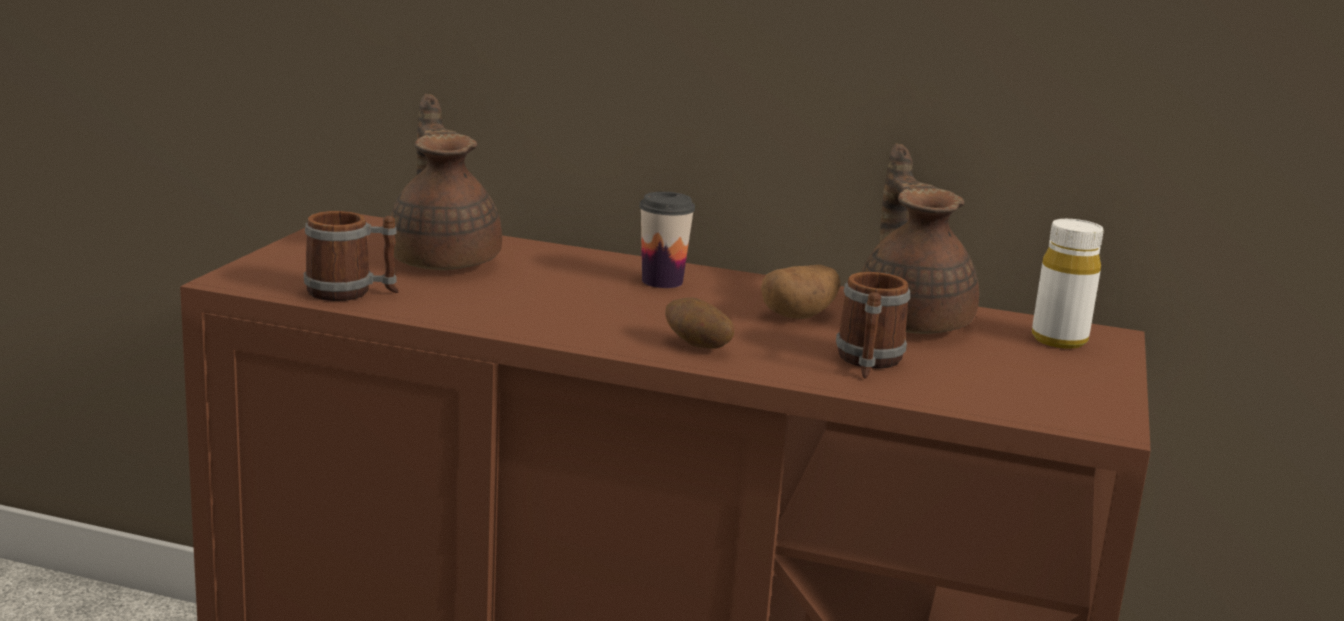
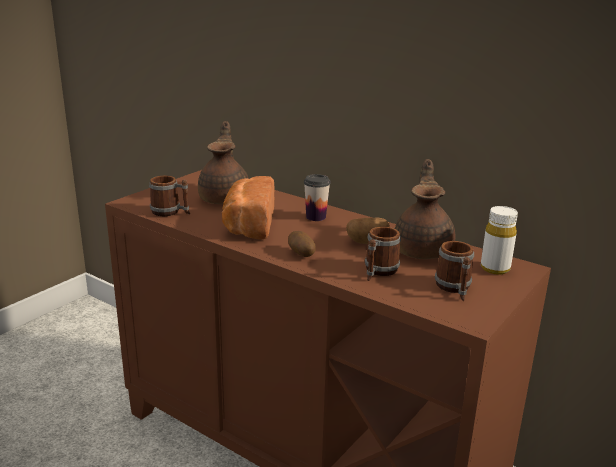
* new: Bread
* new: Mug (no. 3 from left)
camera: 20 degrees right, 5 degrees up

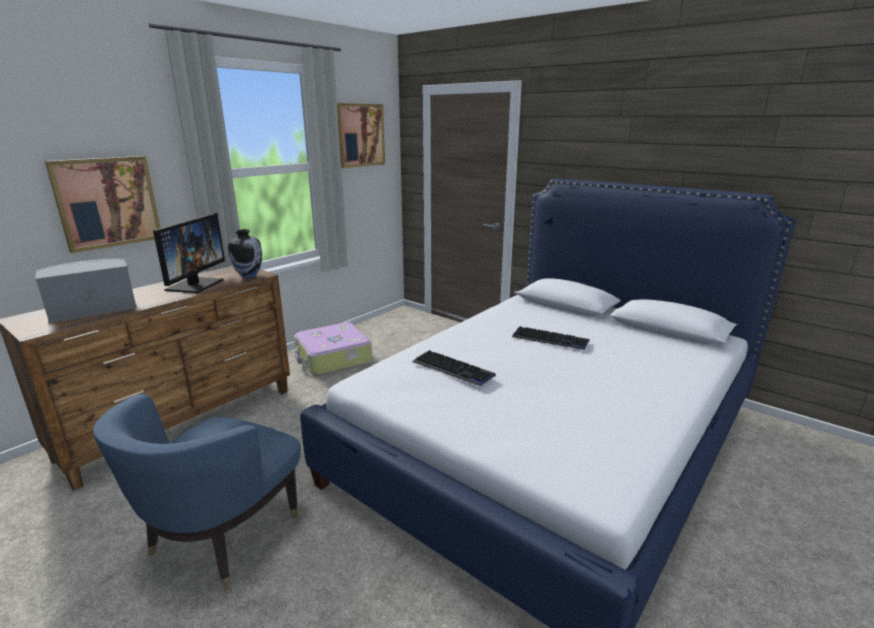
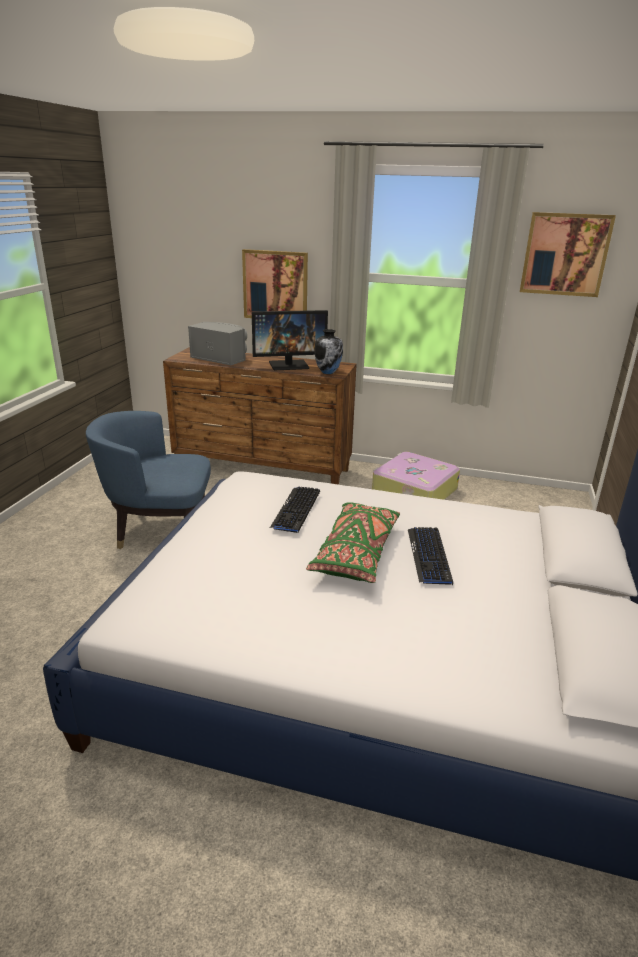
* new: GreenPillow
camera: 65 degrees right, 5 degrees up

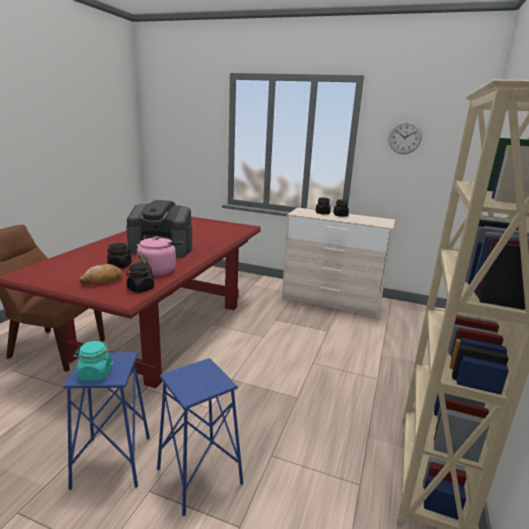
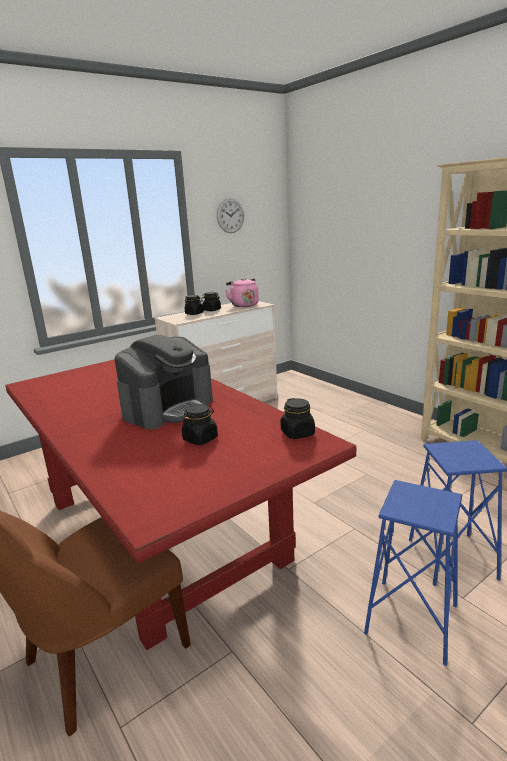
* gone: TurquoiseJar
* gone: Bread
* shifted: PinkKettle
camera: 55 degrees left, 0 degrees up

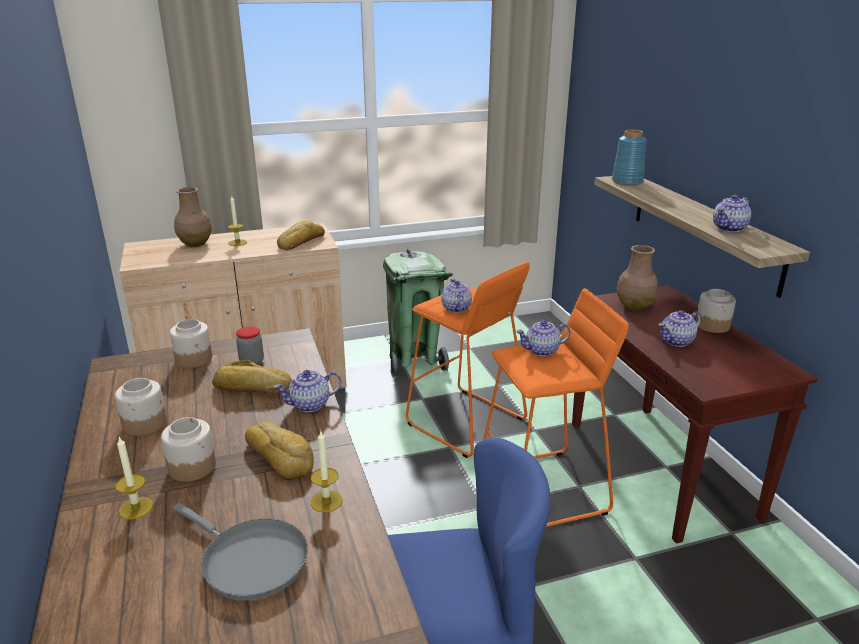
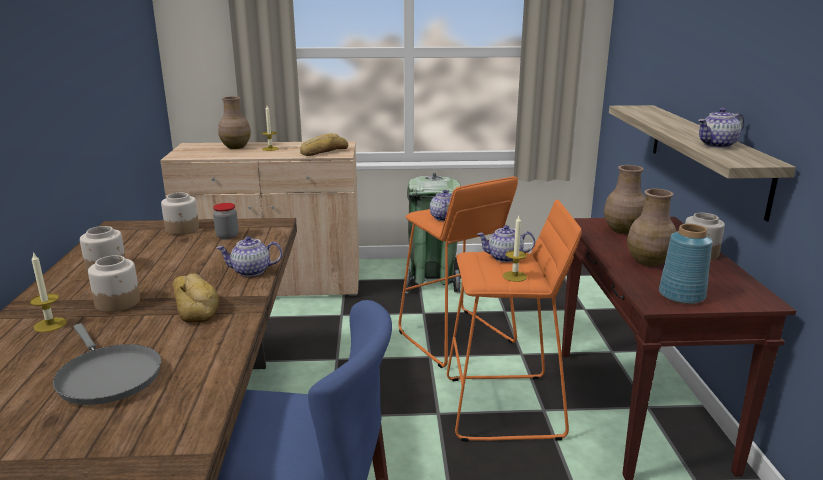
* gone: Bread (no. 1 from left)
* shifted: Candle (no. 3 from left)
* shifted: BlueVase
* swapped: Teapot (no. 4 from left) to BrownVase (no. 3 from left)
camera: 15 degrees right, 5 degrees down

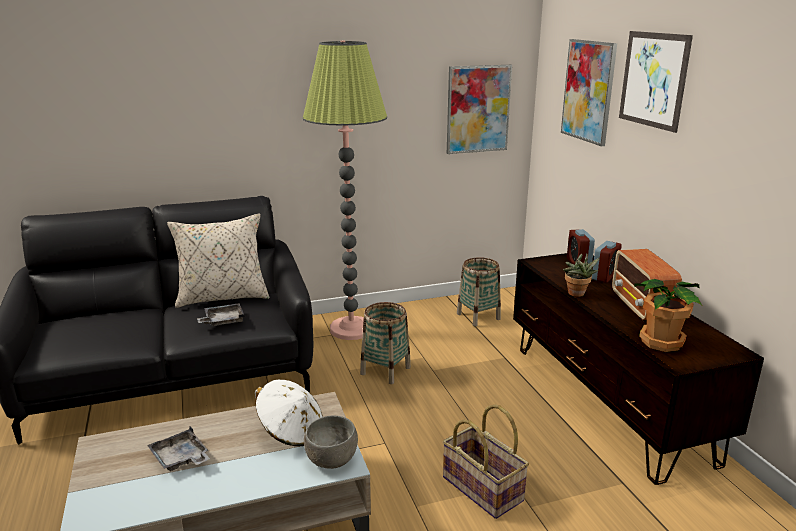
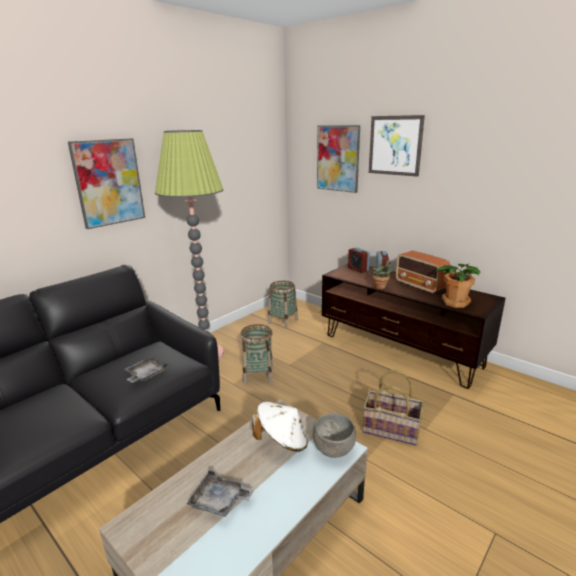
* gone: BeigePillow
* shifted: Picture (no. 1 from left)
camera: 30 degrees left, 0 degrees up

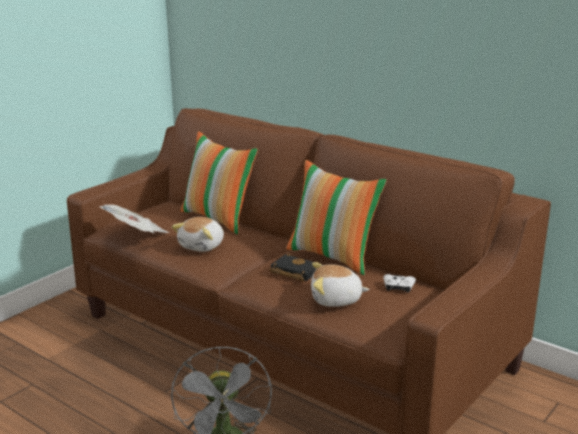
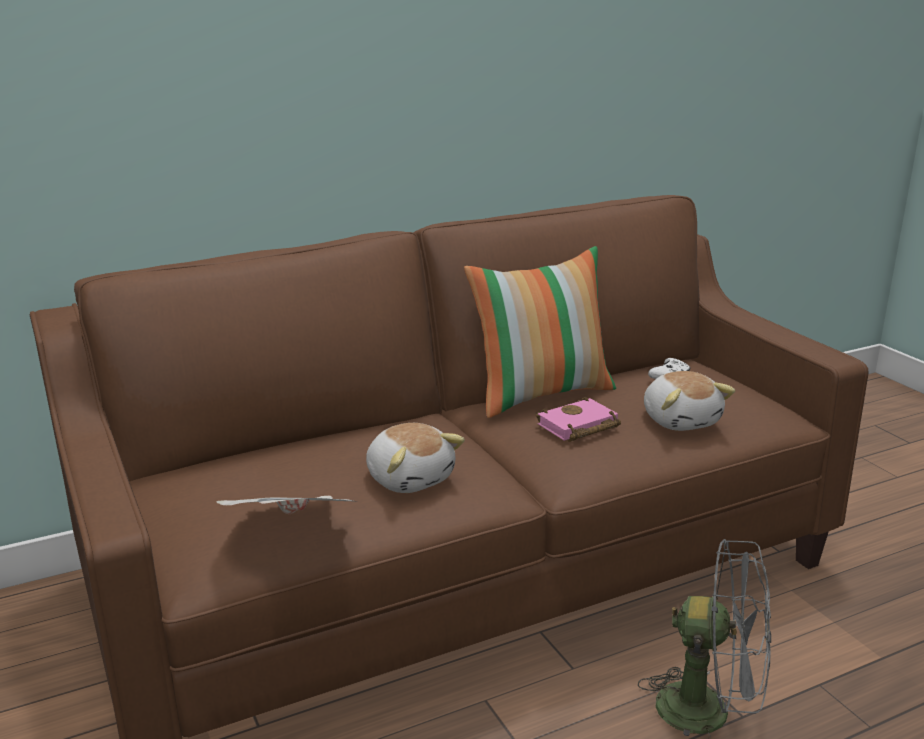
* gone: Pillow (no. 1 from left)
* repainted: BlackBook to PinkBook
* rotated: PlushToy (no. 2 from left) 45 degrees counterclockwise
camera: 65 degrees left, 0 degrees up

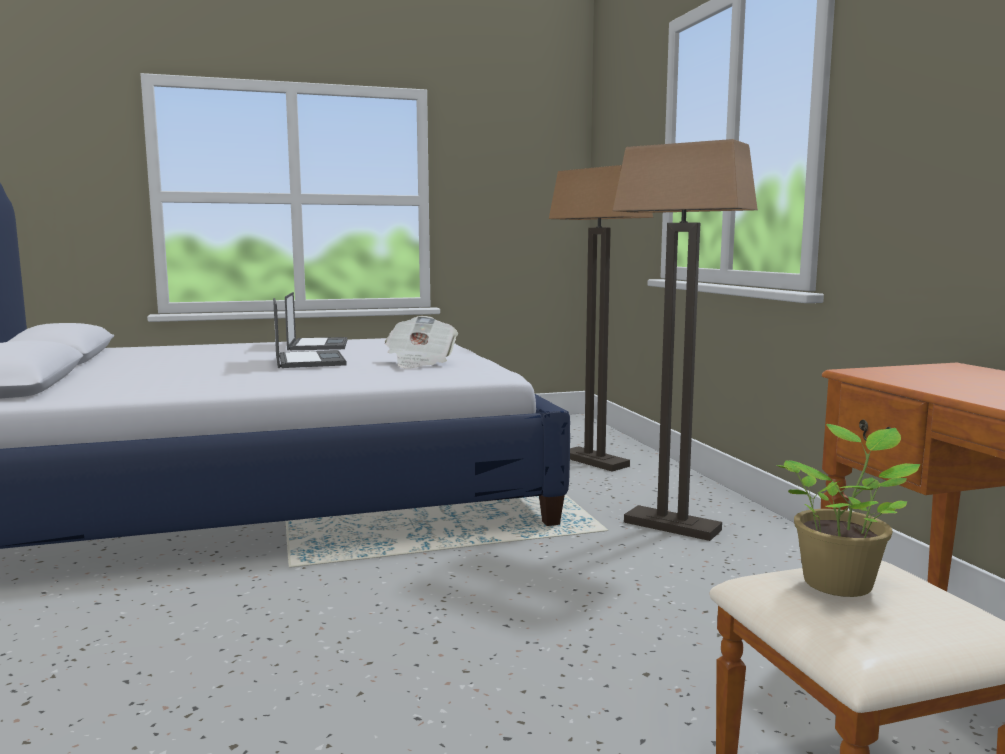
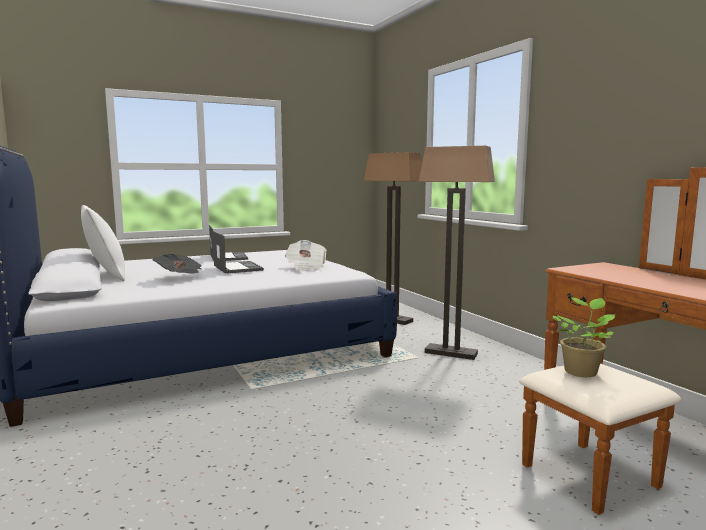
* new: WhitePillow
* new: Newspaper (no. 1 from left)
camera: 10 degrees left, 0 degrees up

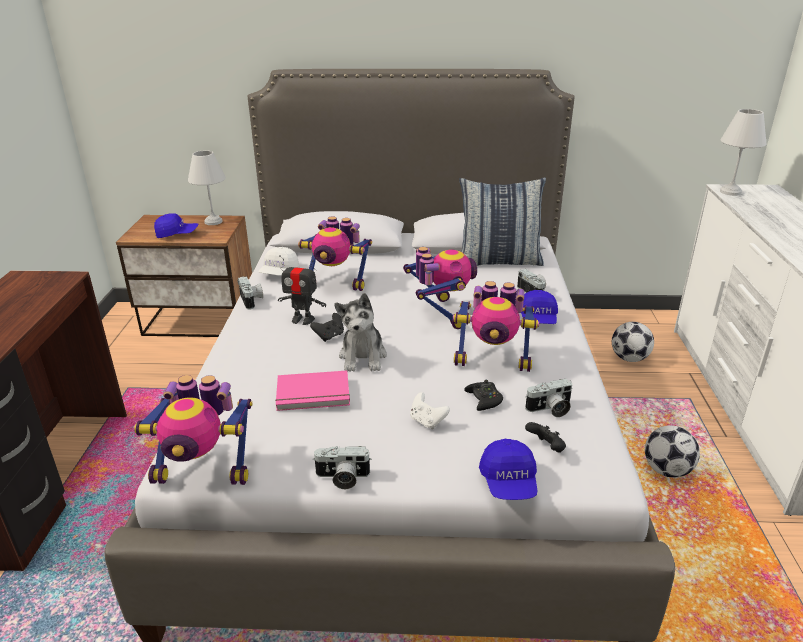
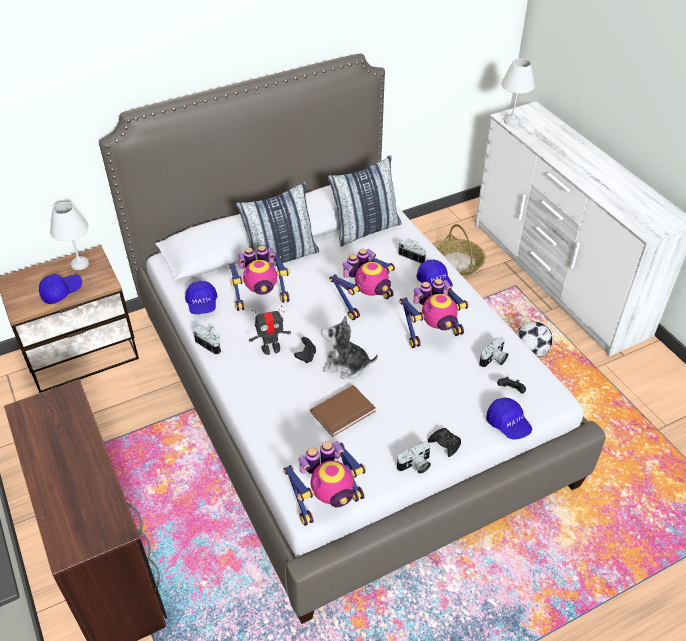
* gone: WhiteGameController
* new: Pillow (no. 1 from left)
* shifted: BlackGameController (no. 2 from left)
* swapped: Football (no. 1 from left) to Basket
* repainted: WhiteCap to BlueCap (no. 2 from left)
* repainted: PinkBook to BrownBook
* rotated: PlushToy 135 degrees clockwise
* rotated: ToyRobot (no. 4 from left) 90 degrees clockwise
camera: 30 degrees left, 15 degrees up

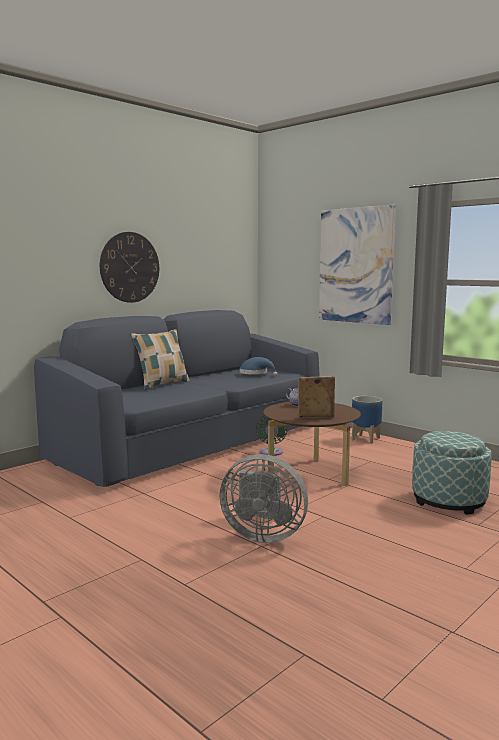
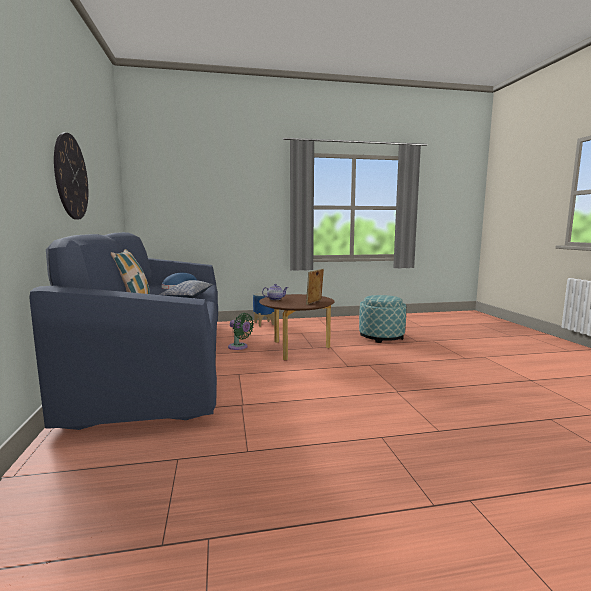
* gone: GreyFan
* gone: Picture
* new: Pillow (no. 2 from left)
camera: 55 degrees left, 0 degrees up

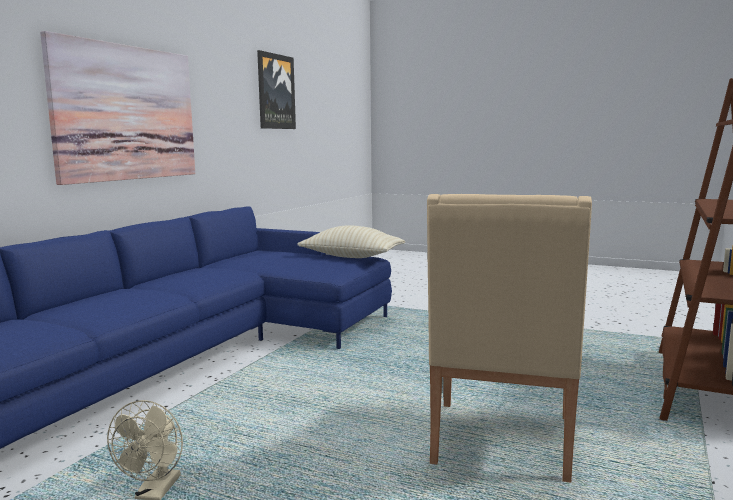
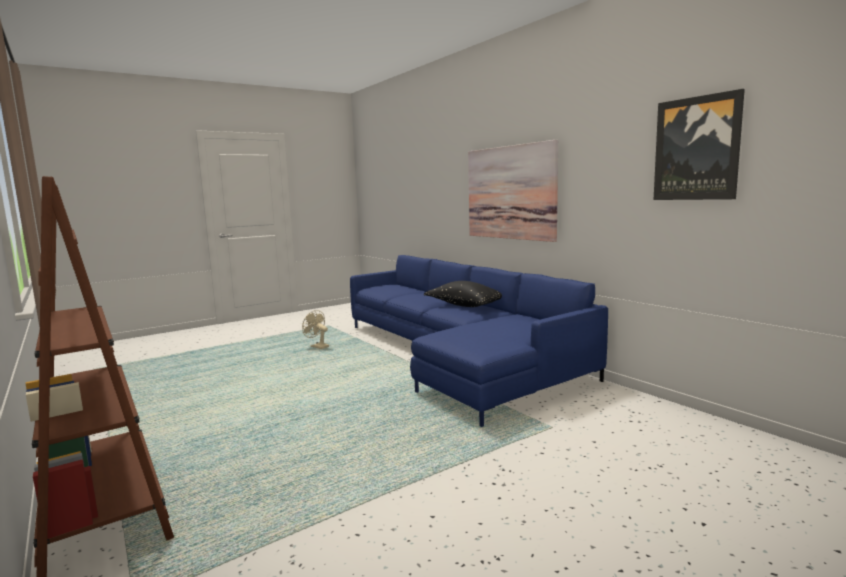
* gone: BeigePillow
* gone: BeigeArmchair
* new: BlackPillow
camera: 120 degrees right, 0 degrees up

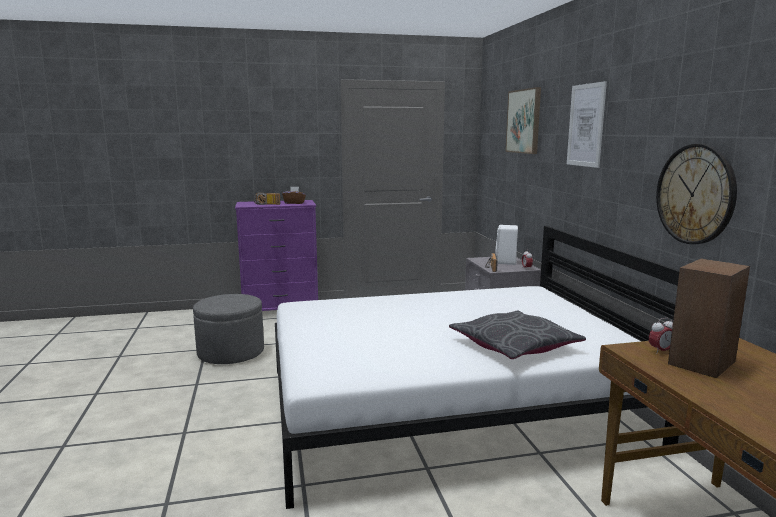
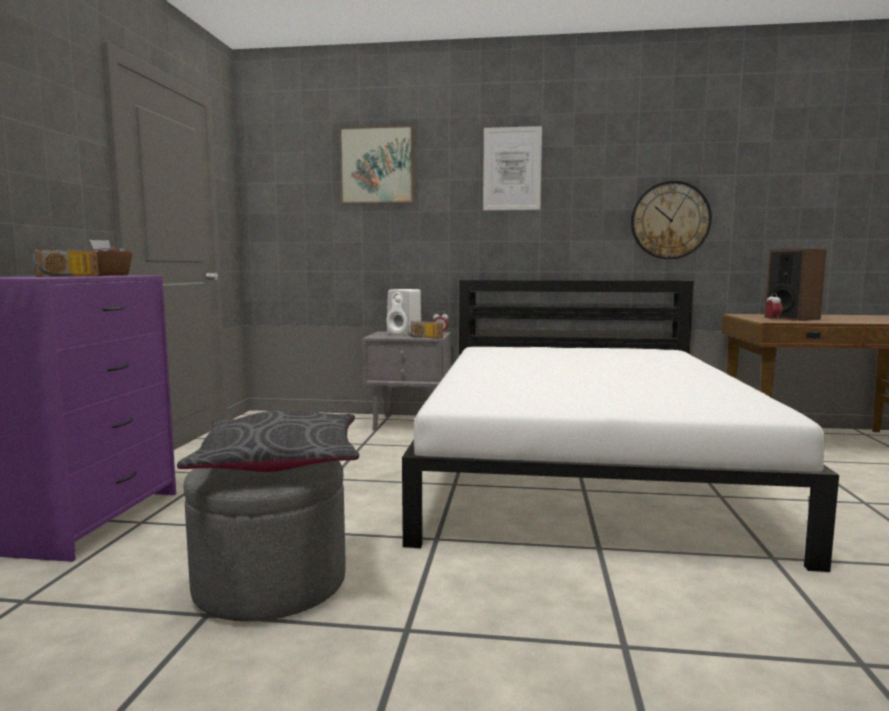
* shifted: GreyPillow
camera: 70 degrees left, 5 degrees down

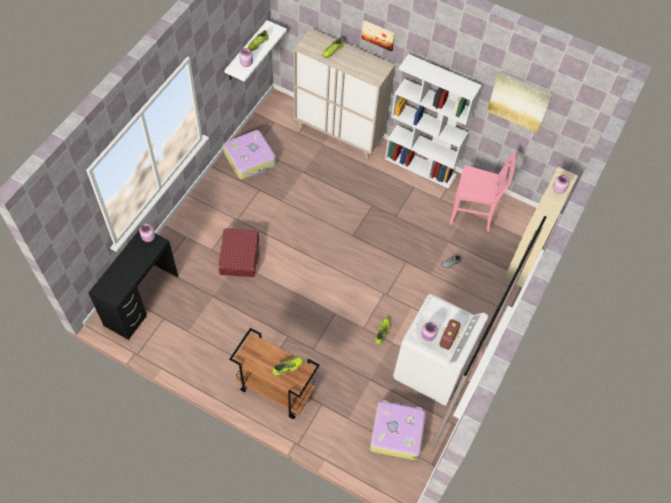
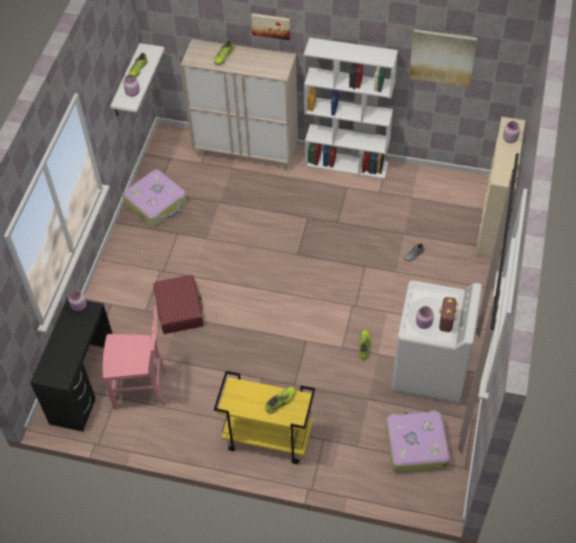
* shifted: PinkChair
* repainted: BrownCart to YellowCart
camera: 10 degrees left, 5 degrees down

